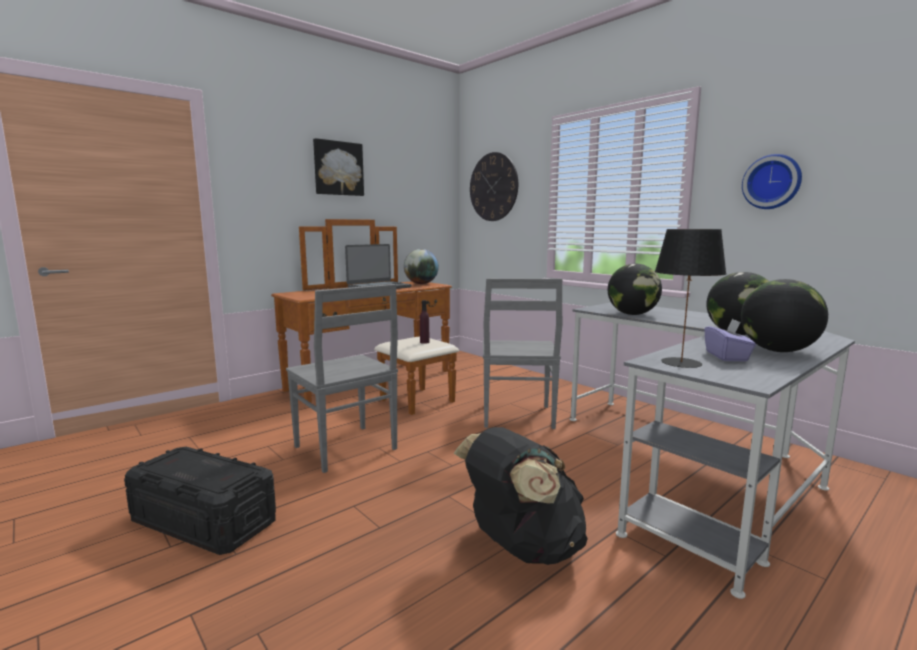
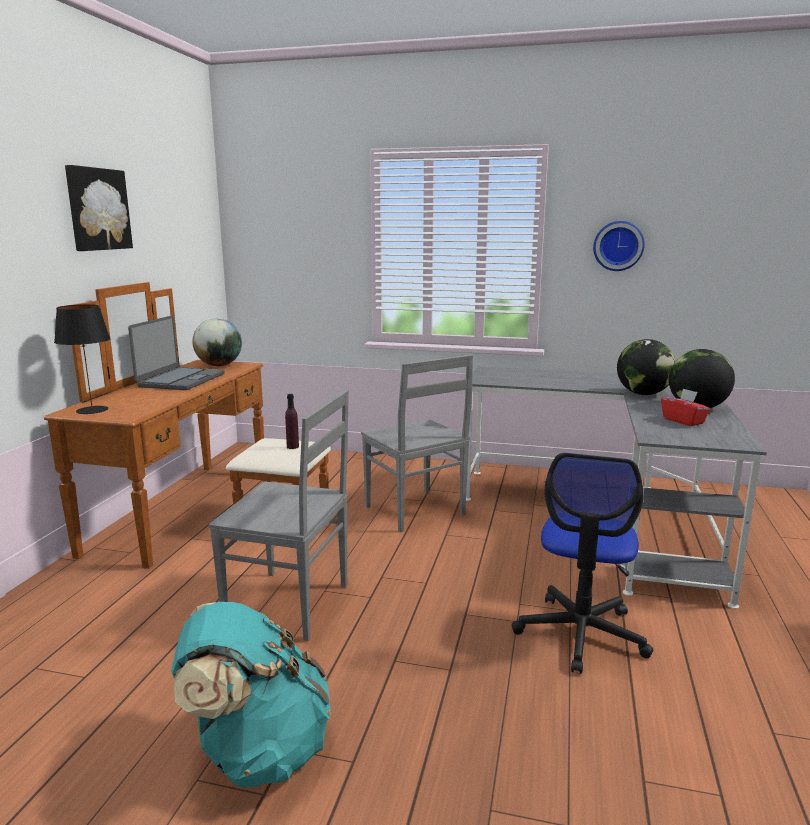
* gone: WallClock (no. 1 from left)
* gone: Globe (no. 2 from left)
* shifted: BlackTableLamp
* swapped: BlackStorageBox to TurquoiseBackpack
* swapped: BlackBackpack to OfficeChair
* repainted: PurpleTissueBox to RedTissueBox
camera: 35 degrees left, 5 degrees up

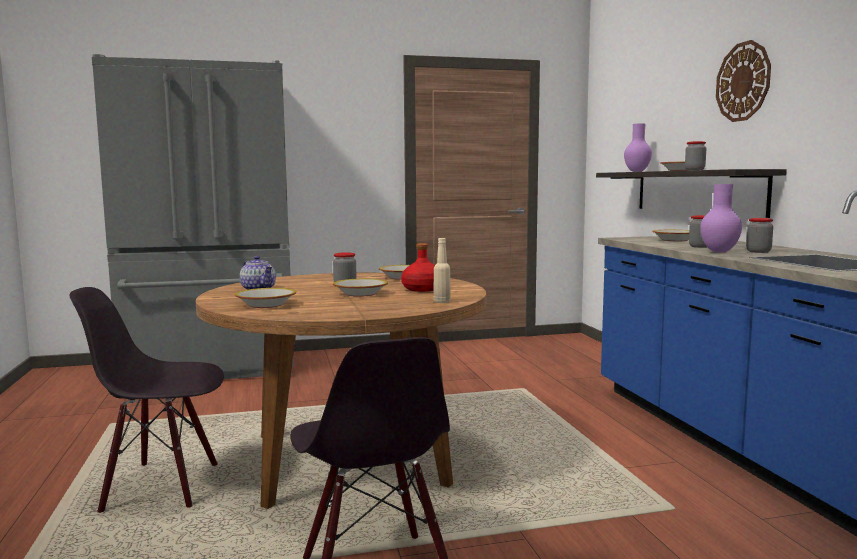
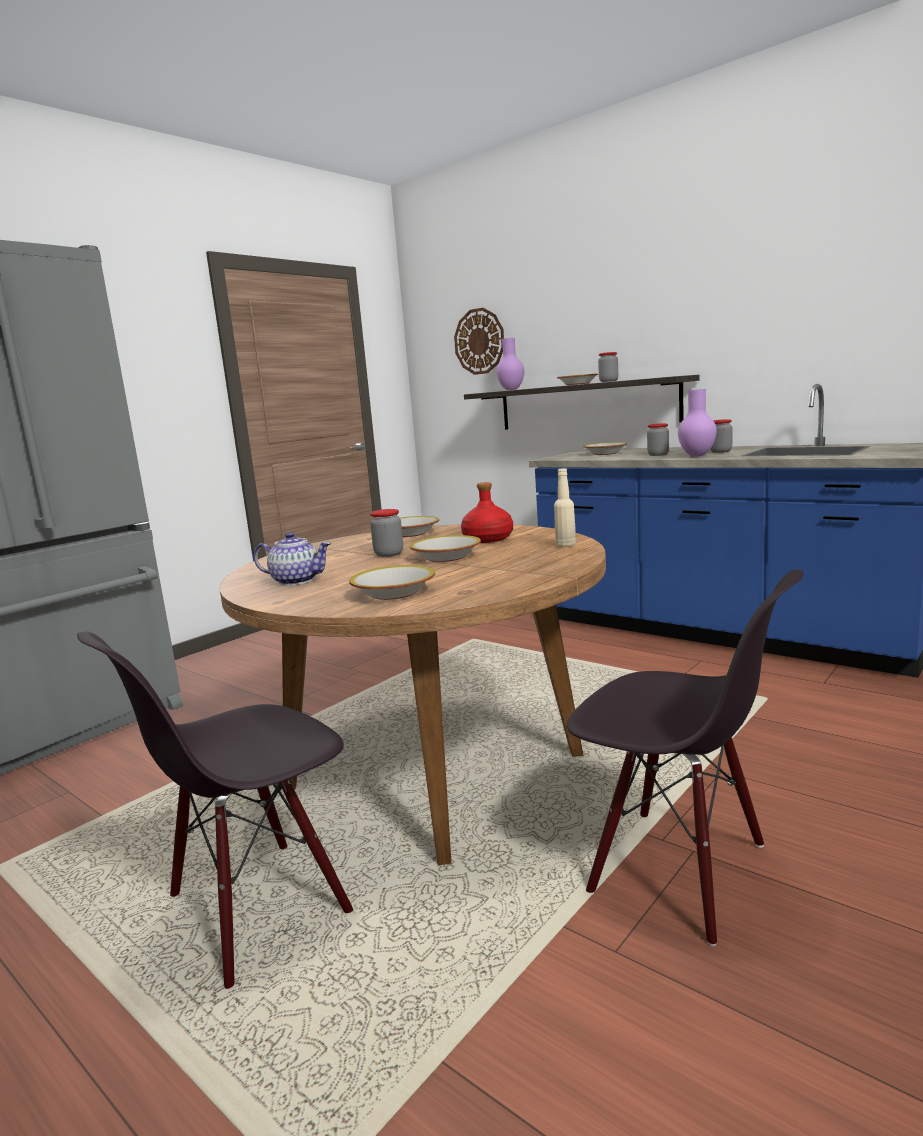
* shifted: WallClock
camera: 35 degrees left, 5 degrees up

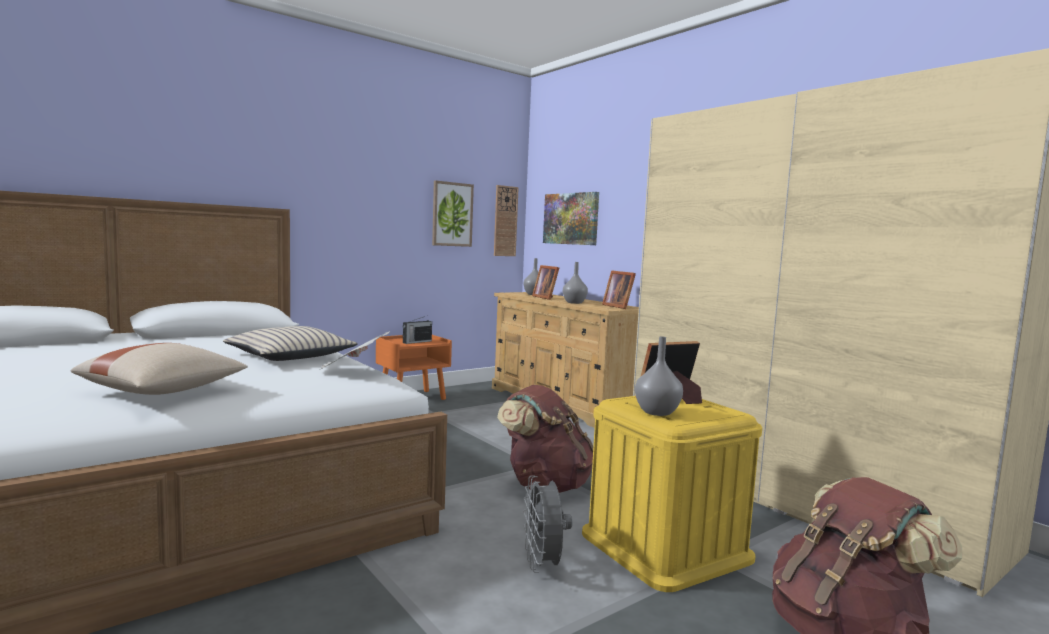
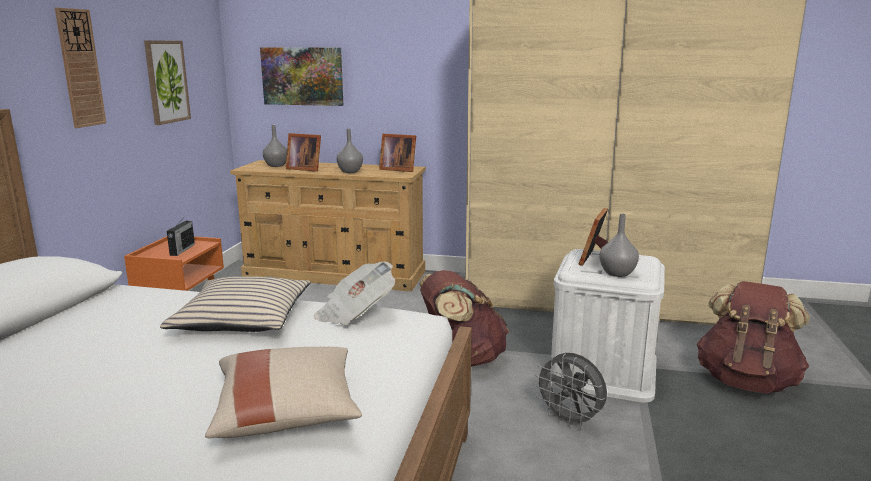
* shifted: WallClock
* repainted: YellowStorageBox to WhiteStorageBox
camera: 40 degrees left, 10 degrees up

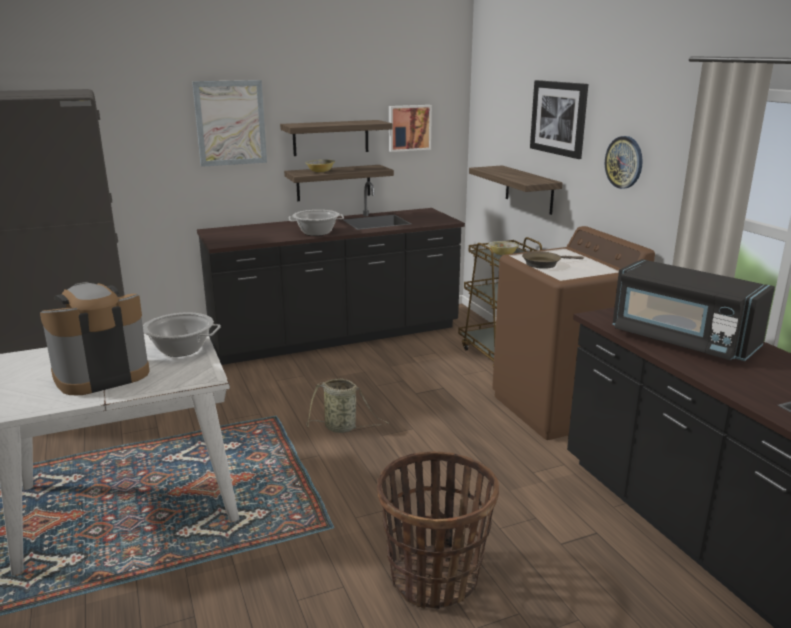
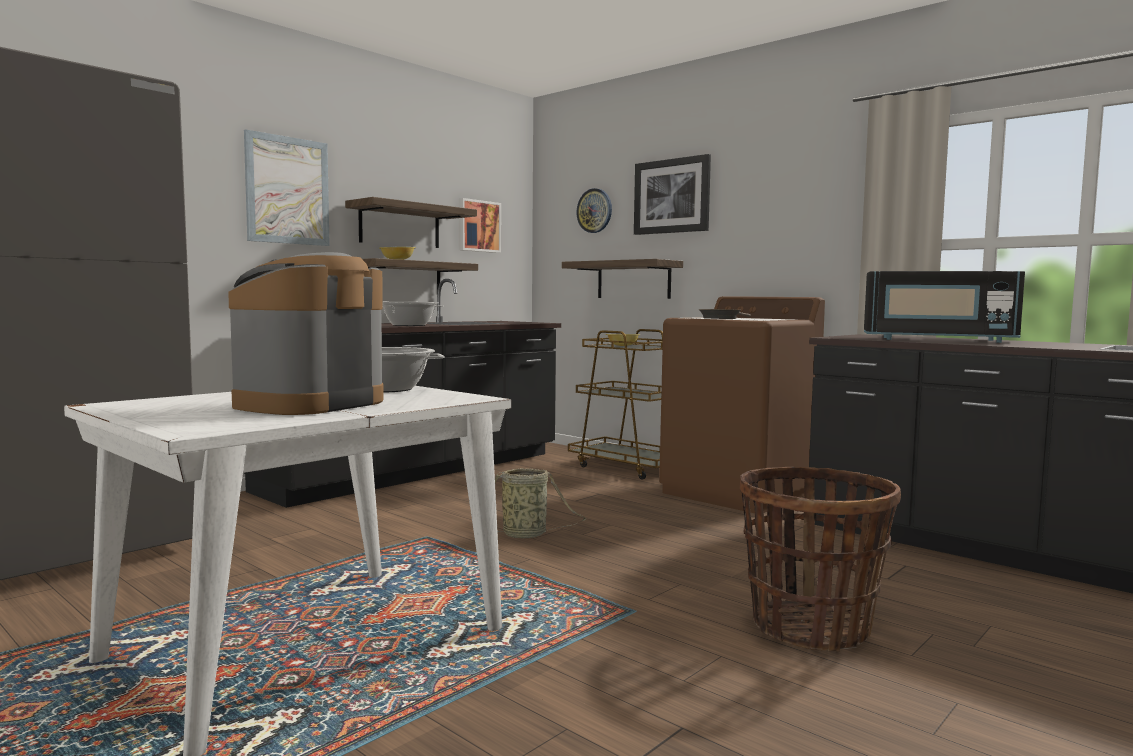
* shifted: WallClock
camera: 25 degrees left, 15 degrees down

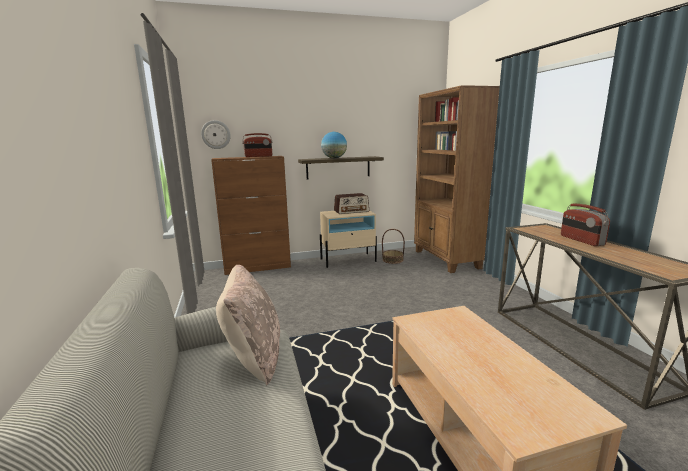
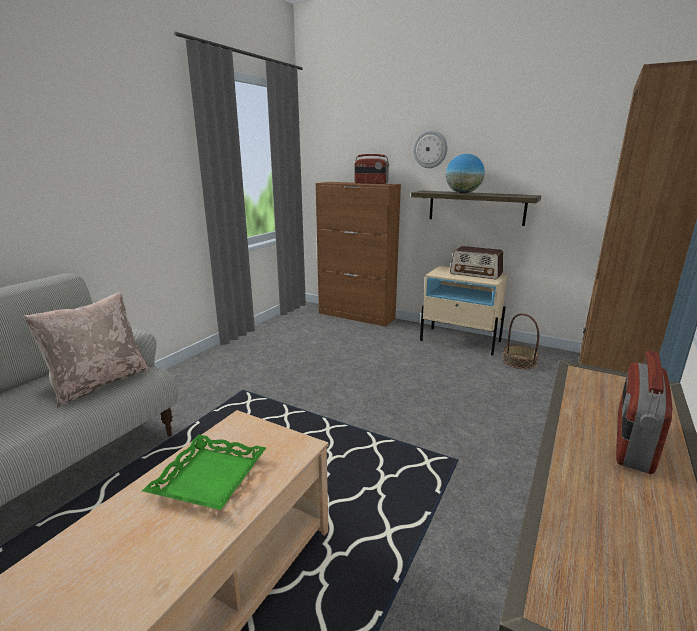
* new: GreenTray
* shifted: WallClock
camera: 45 degrees right, 5 degrees up

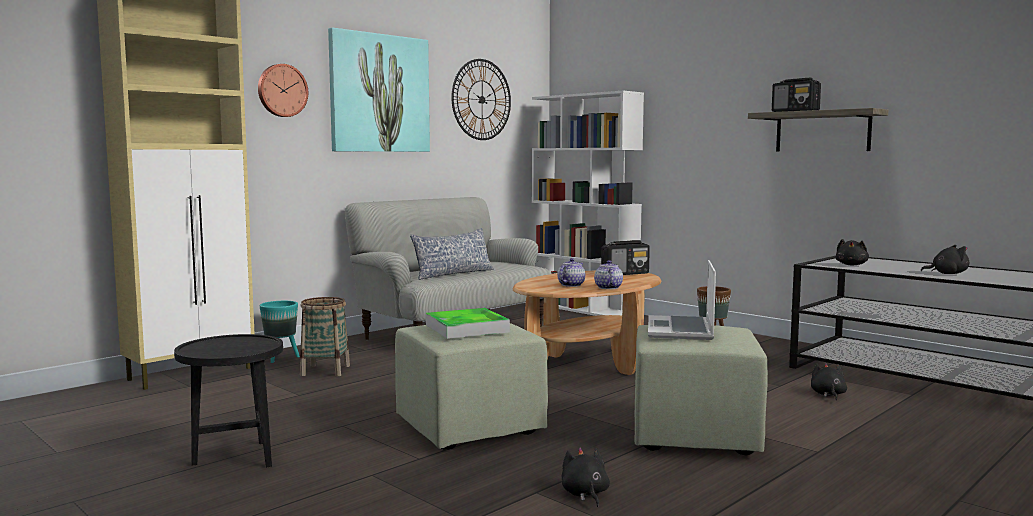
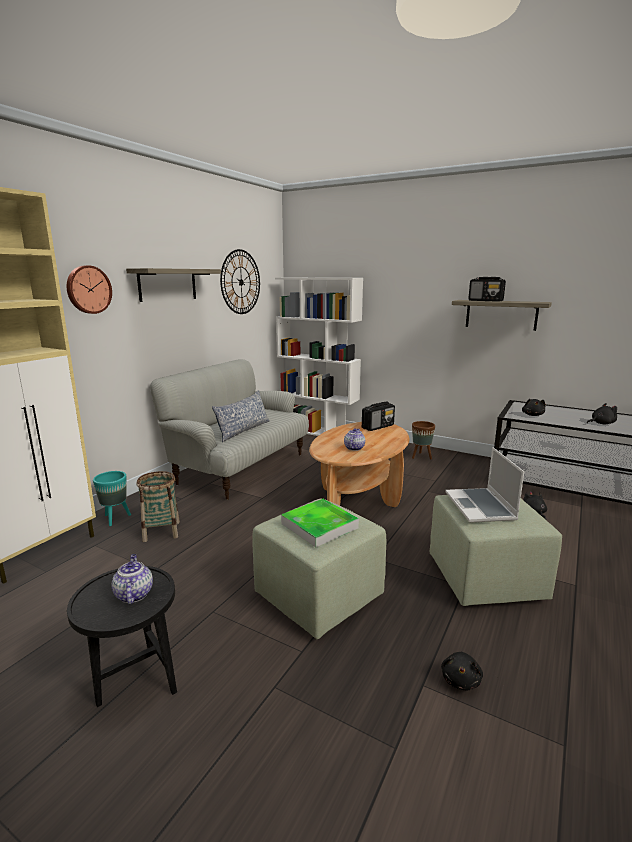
* shifted: Teapot (no. 2 from left in the first image) to Teapot (no. 1 from left)
* swapped: Picture to Shelf (no. 1 from left)
* rotated: BlackPlushToy (no. 1 from left) 135 degrees counterclockwise
camera: 15 degrees left, 10 degrees up

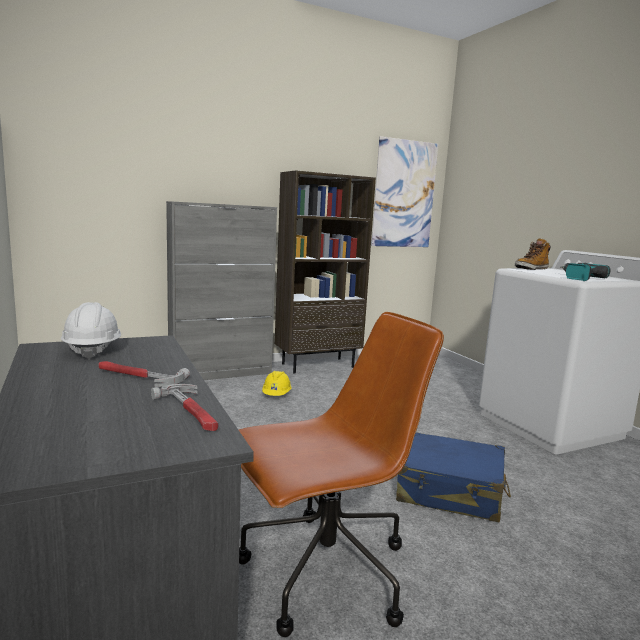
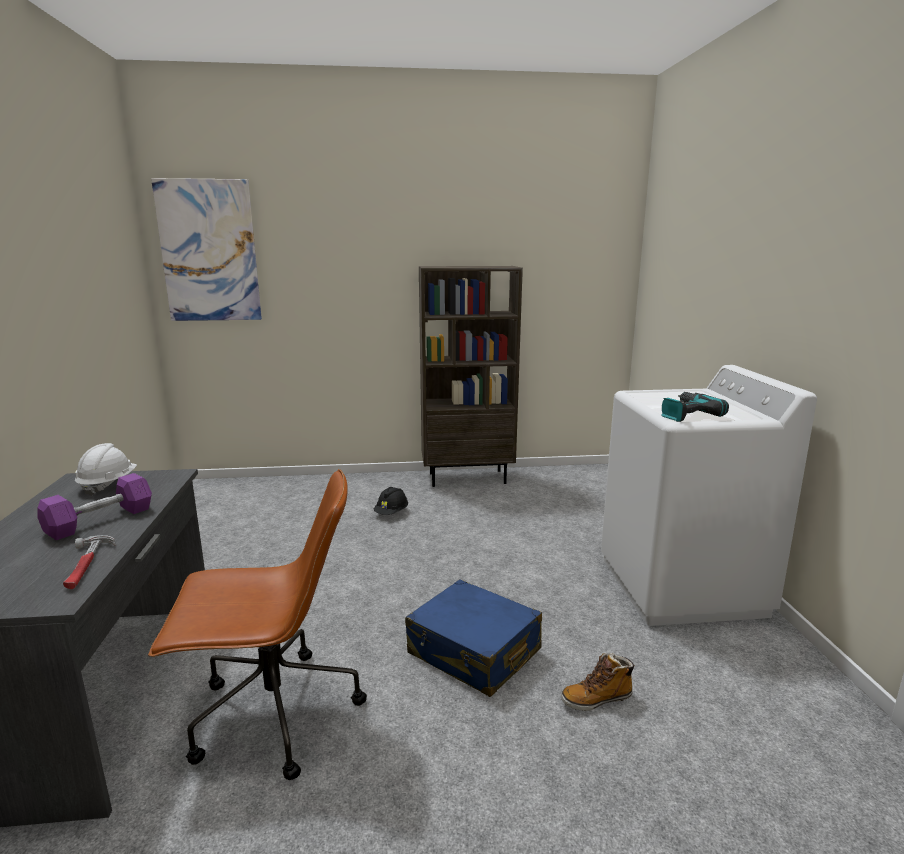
* gone: GreyCabinet
* shifted: Picture
* shifted: Boot
* swapped: Hammer (no. 1 from left) to PurpleDumbbell
* repainted: YellowHardHat to BlackHardHat
camera: 20 degrees right, 5 degrees up

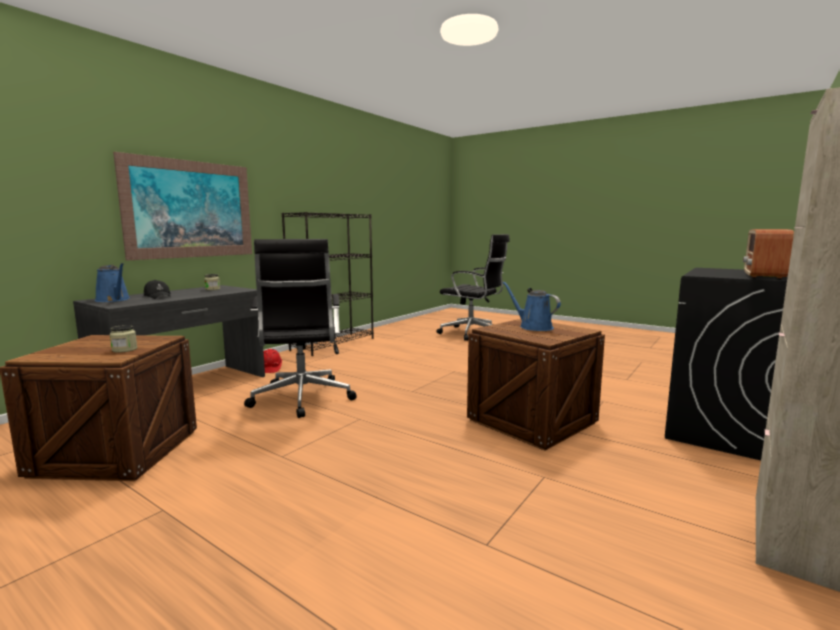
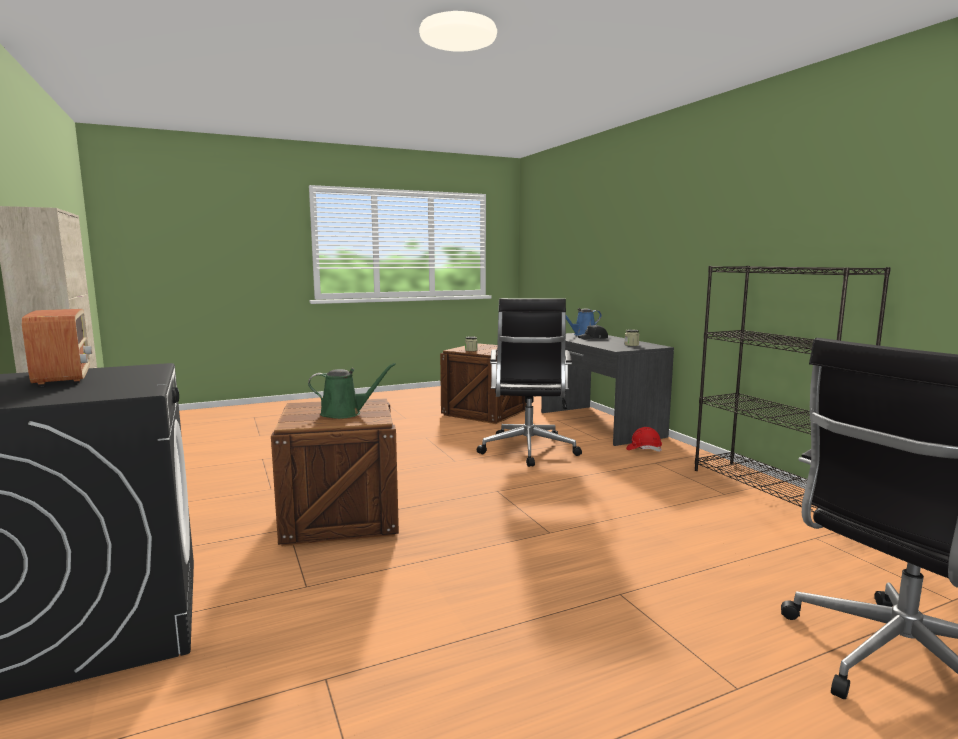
* gone: Picture
* repainted: BlueWateringCan (no. 2 from left) to GreenWateringCan
* rotated: BlackOfficeChair (no. 1 from left) 105 degrees counterclockwise
camera: 120 degrees right, 0 degrees up

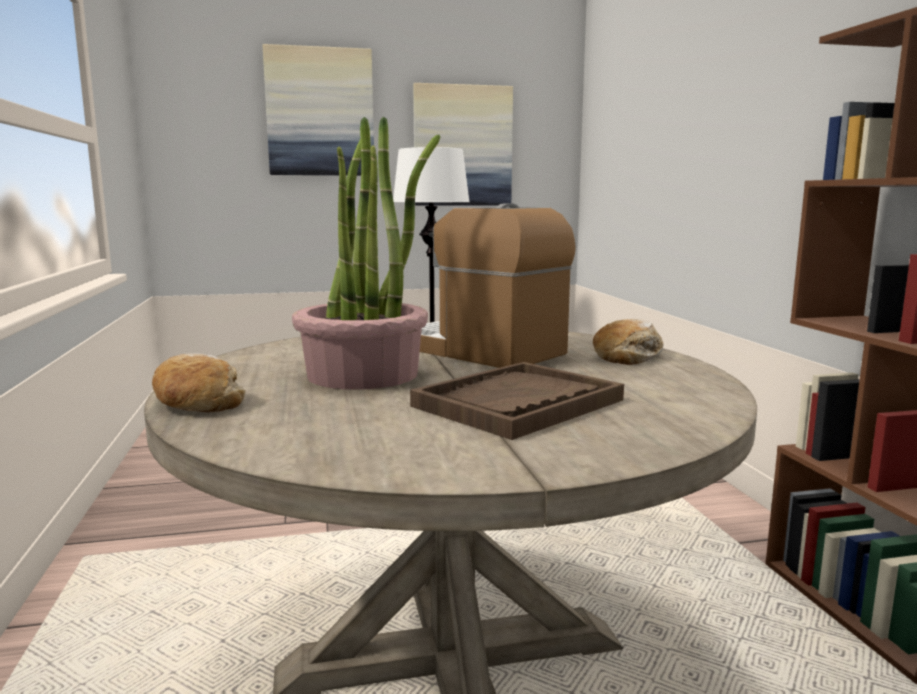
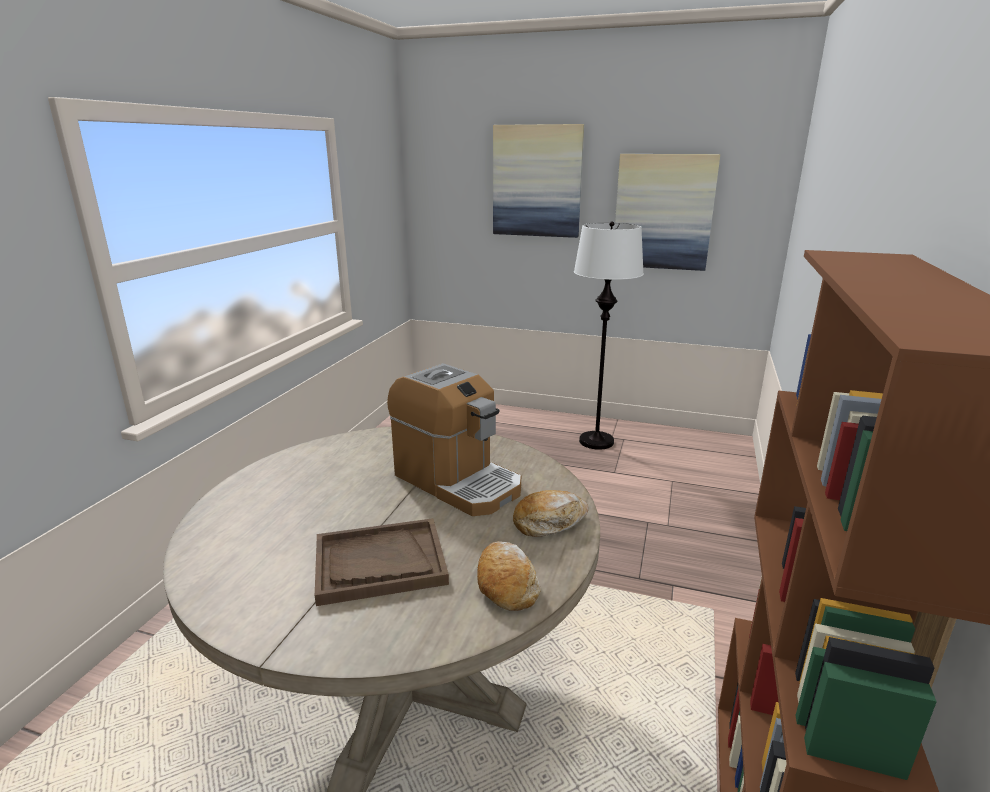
* gone: PottedPlant
* shifted: Bread (no. 1 from left)
* rotated: CoffeeMachine 150 degrees clockwise
camera: 30 degrees right, 10 degrees up

